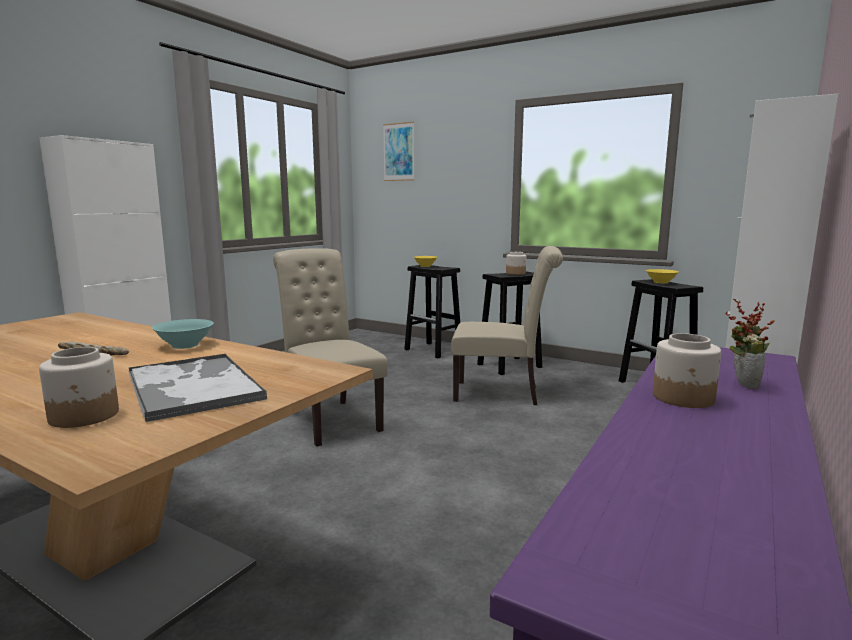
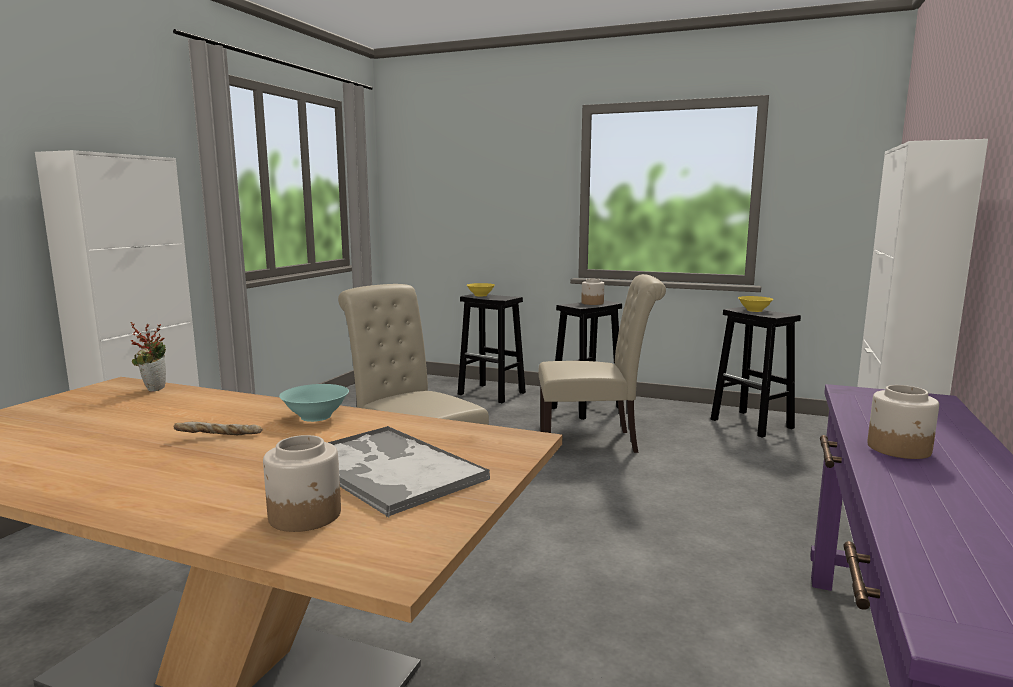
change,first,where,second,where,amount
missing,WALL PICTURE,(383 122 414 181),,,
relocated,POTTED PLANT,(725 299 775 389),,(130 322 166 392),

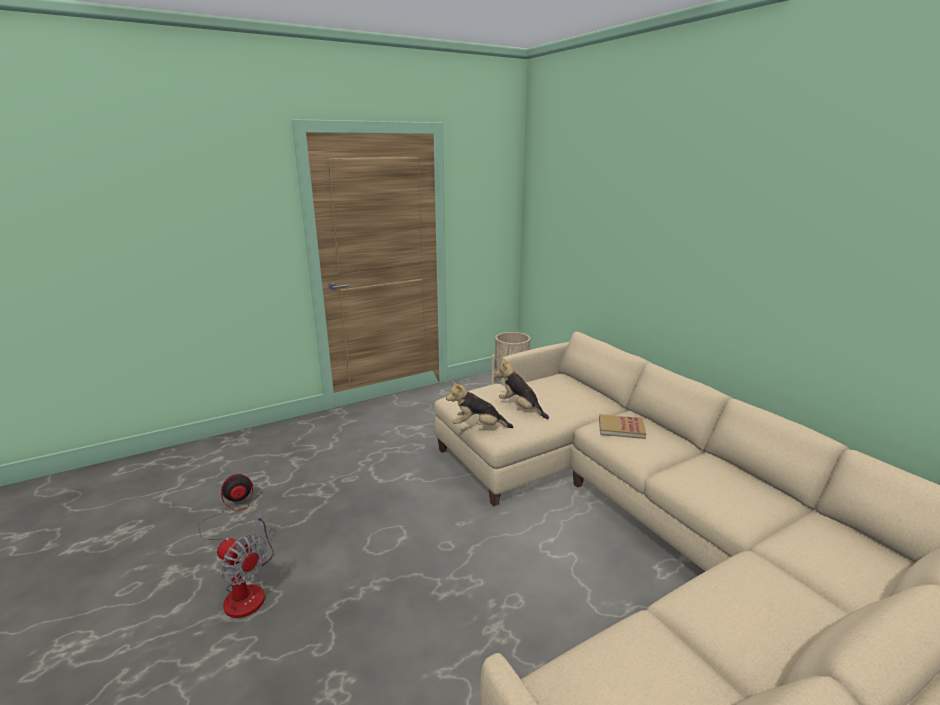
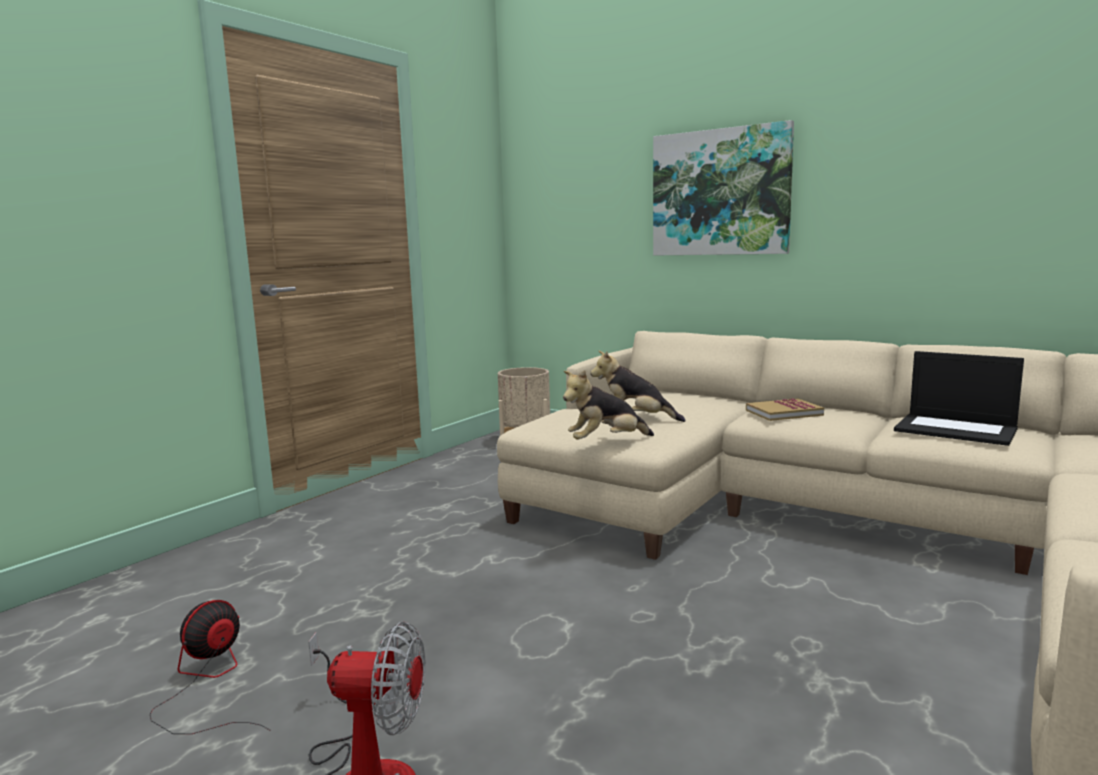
change,first,where,second,where,amount
appeared,,,WALL PICTURE,(653 120 794 256),
appeared,,,PORTABLE COMPUTER,(894 351 1024 446),

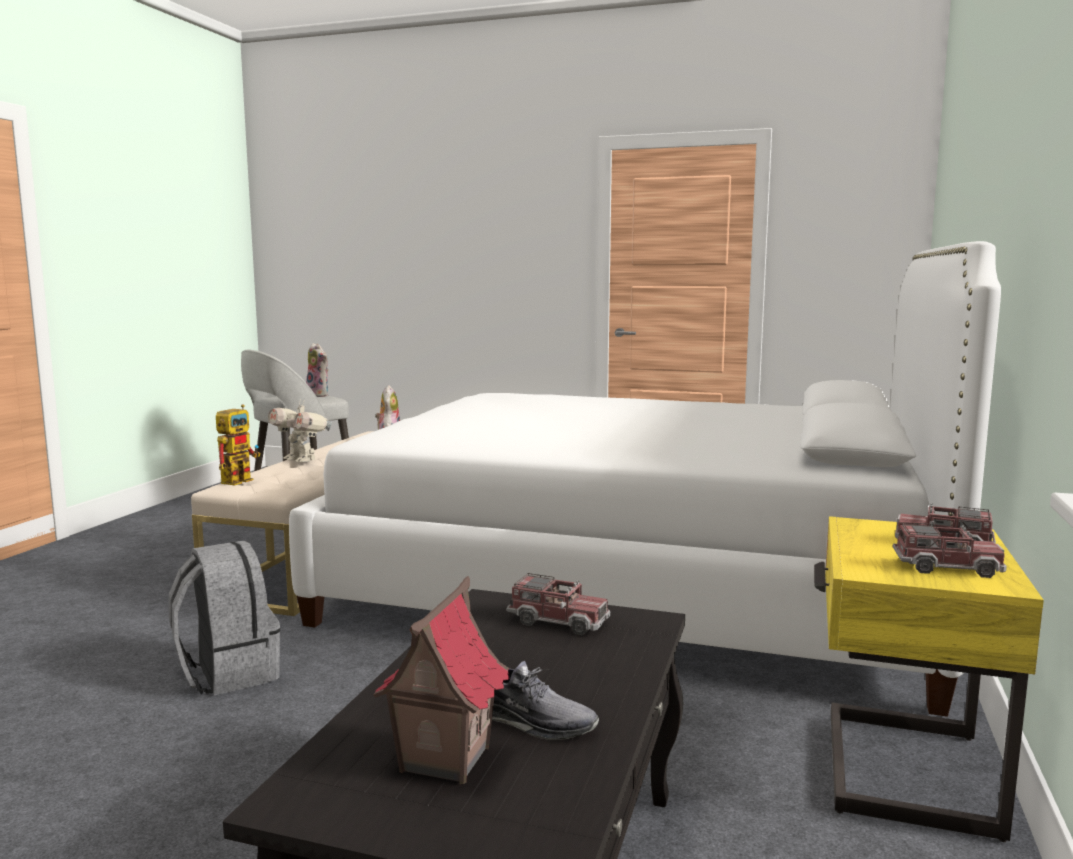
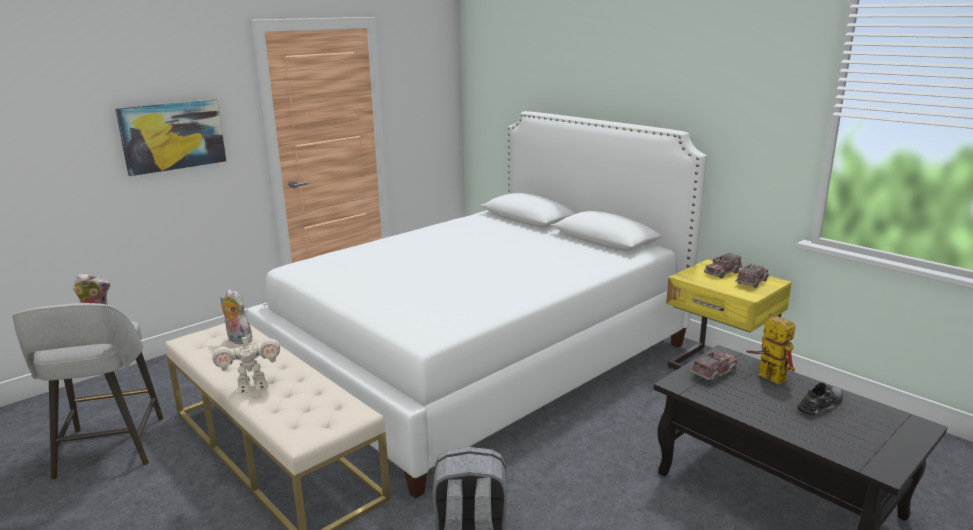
change,first,where,second,where,amount
relocated,ROBOT FIGURE,(216 404 260 486),,(746 313 795 385),
missing,TOY HOUSE,(373 576 510 784),,,
appeared,,,WALL PICTURE,(115 99 226 176),

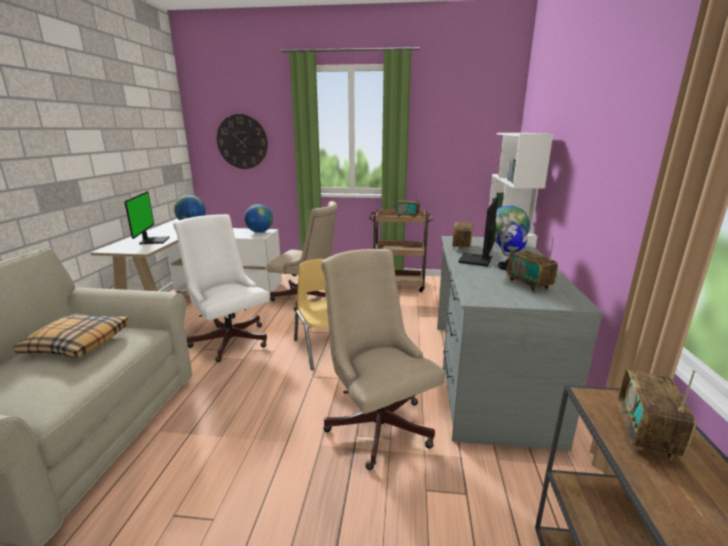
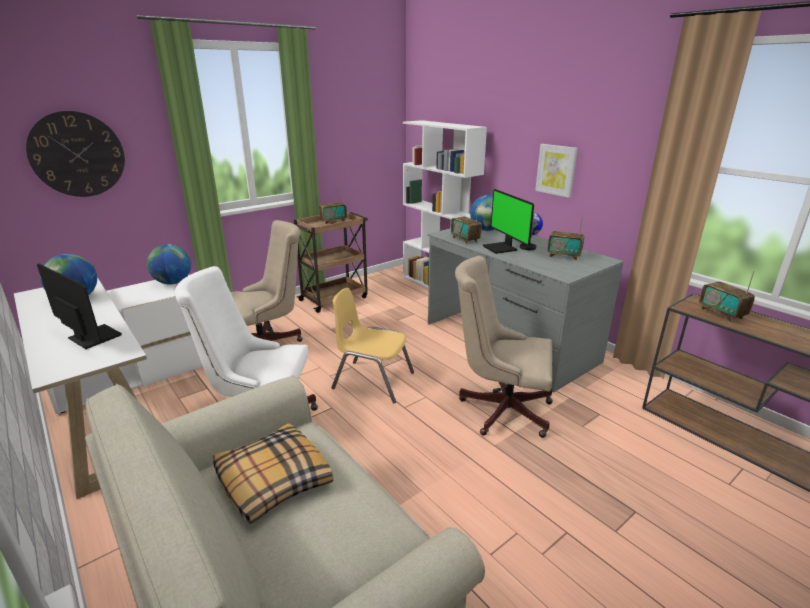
change,first,where,second,where,amount
appeared,,,WALL PICTURE,(535 144 578 198),

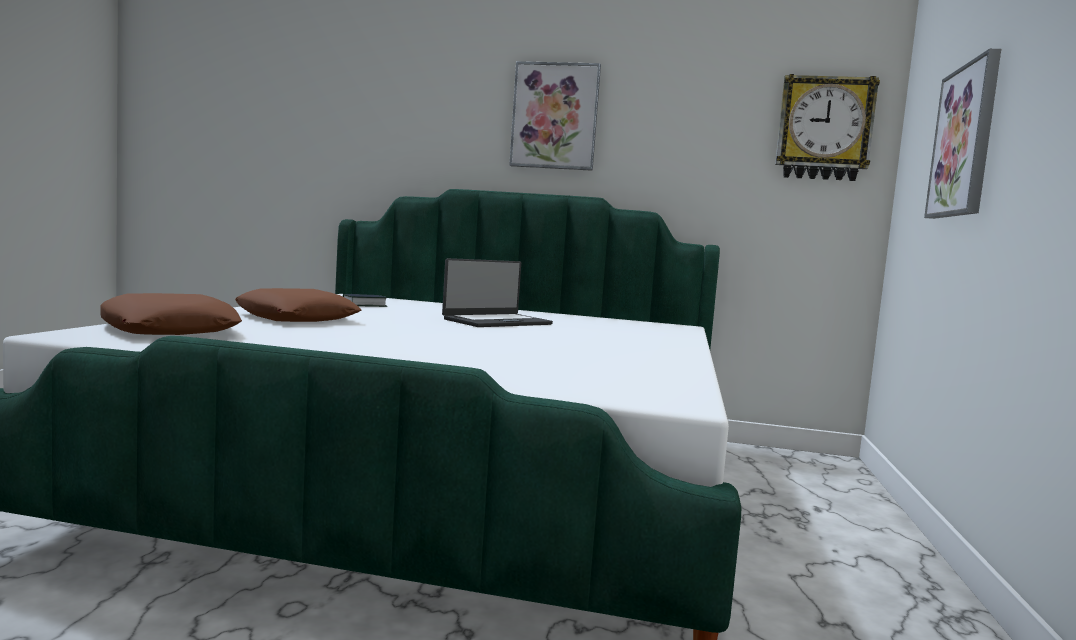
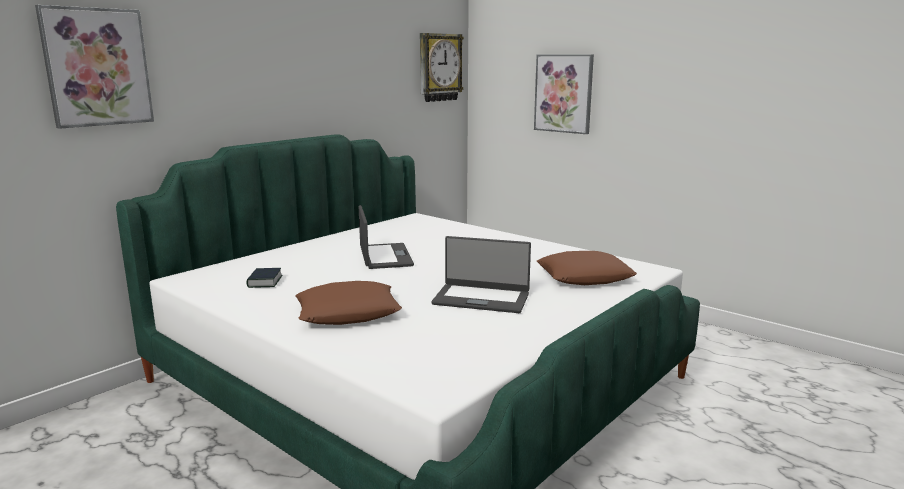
change,first,where,second,where,amount
relocated,BROWNISH THROW PILLOW,(100 293 242 335),,(537 251 637 285),
relocated,WALL PICTURE,(509 61 601 171),,(35 5 154 129),
appeared,,,PORTABLE COMPUTER,(431 236 531 313),

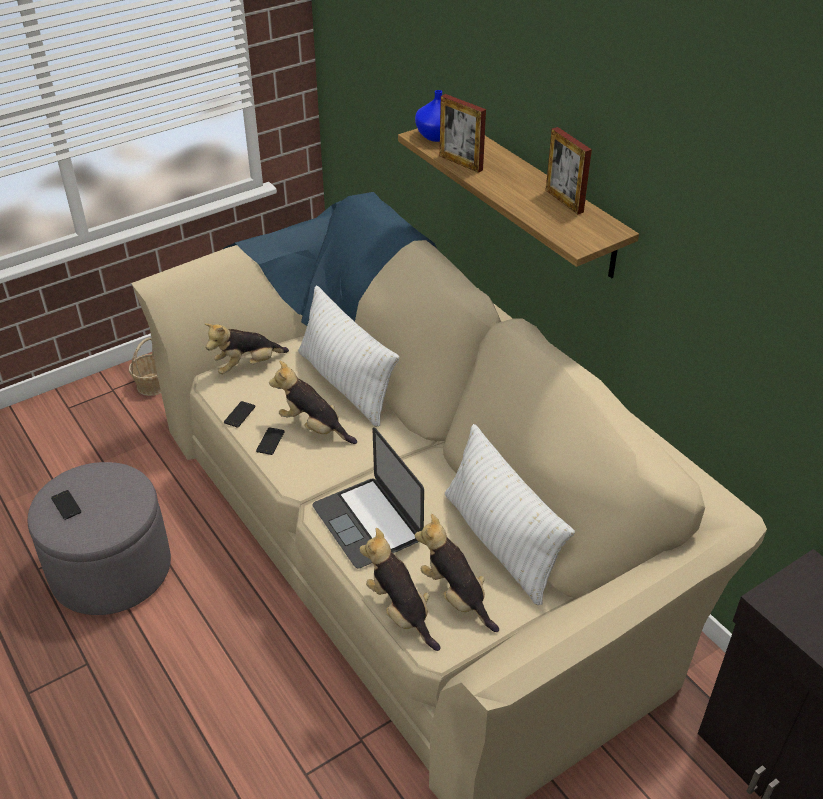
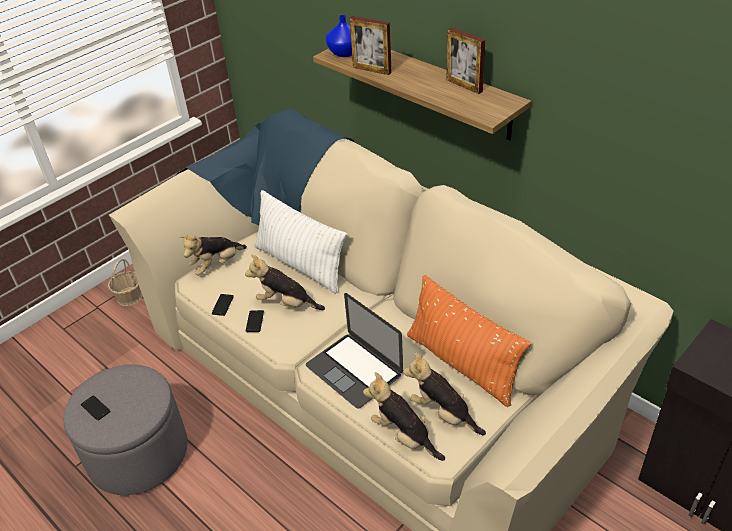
change,first,where,second,where,amount
colour,WHITE-COLOURED THROW PILLOW,(445 424 575 605),ORANGEY THROW PILLOW,(407 275 531 407),

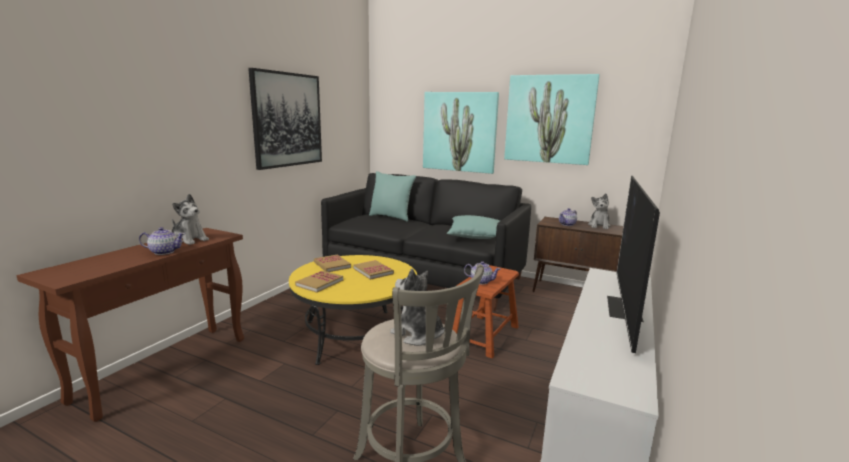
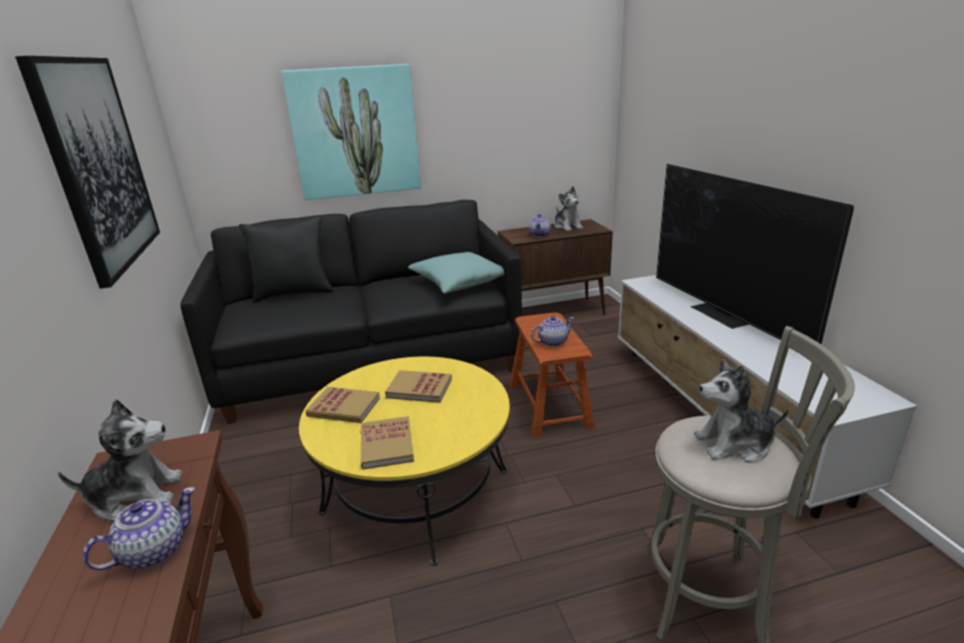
change,first,where,second,where,amount
colour,TURQUOISE-COLOURED THROW PILLOW,(369 171 416 221),BLACK THROW PILLOW,(239 216 334 303),
missing,WALL PICTURE,(504 74 600 165),,,

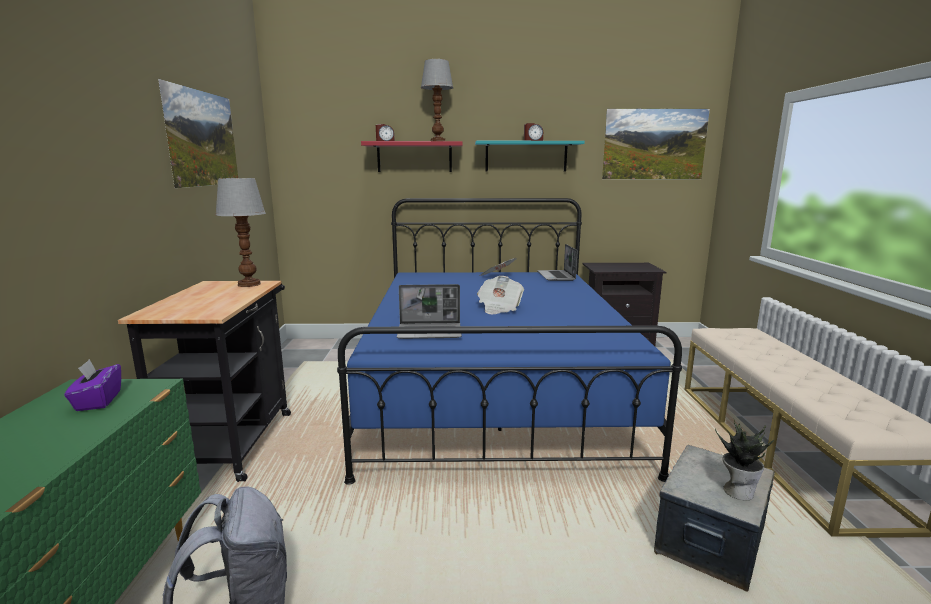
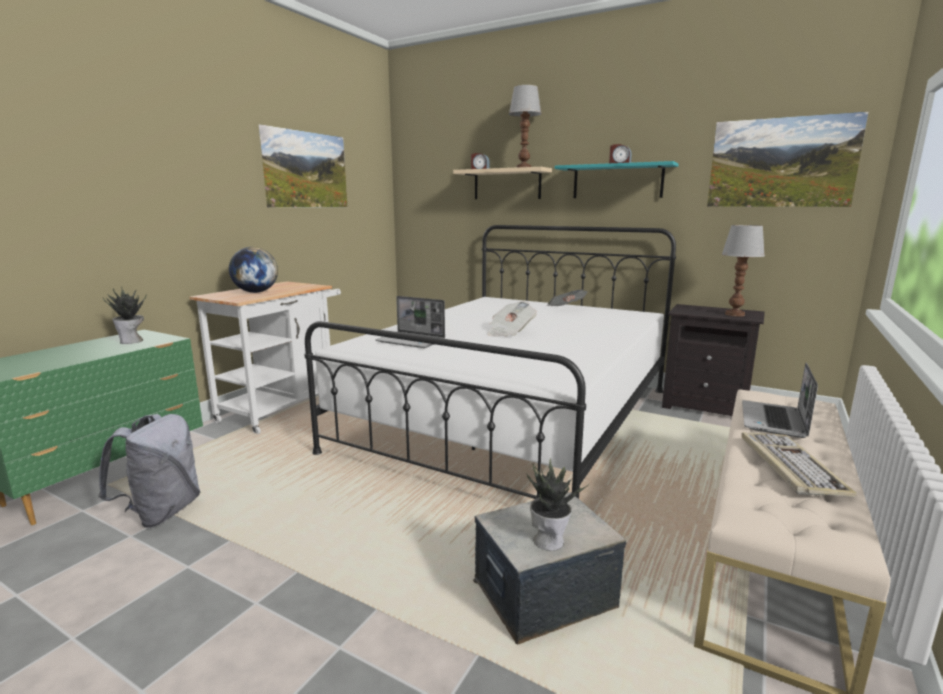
change,first,where,second,where,amount
exchanged,PURPLE-COLOURED TISSUE BOX,(64 359 121 411),POTTED PLANT,(103 286 147 344),
colour,BLACK TROLLEY,(118 281 291 482),WHITE-COLOURED TROLLEY,(190 281 341 434),
relocated,TABLE LAMP,(215 178 266 287),,(721 225 765 317),
colour,BLUE-COLOURED BED,(337 198 682 485),WHITE-COLOURED BED,(305 225 676 499),
colour,RED WALL SHELF,(361 141 463 172),BEIGE-COLOURED WALL SHELF,(453 167 552 199),
relocated,PORTABLE COMPUTER,(537 244 577 281),,(742 362 818 438),
appeared,,,WORLD GLOBE,(229 247 278 293),
appeared,,,KEYBOARD,(741 432 857 497),

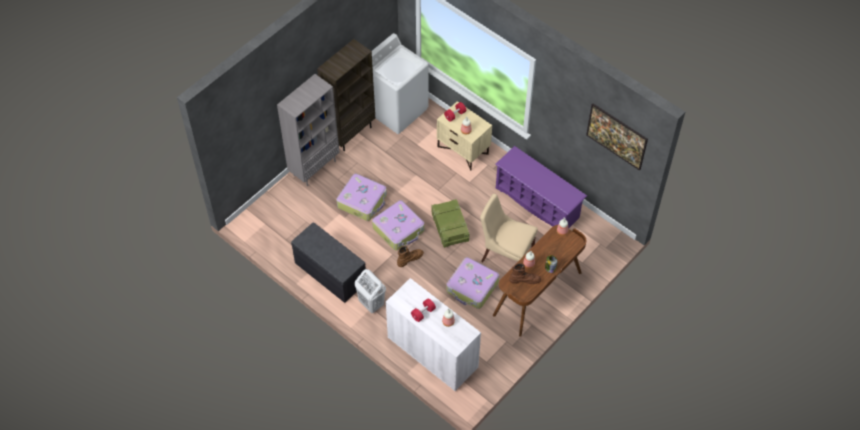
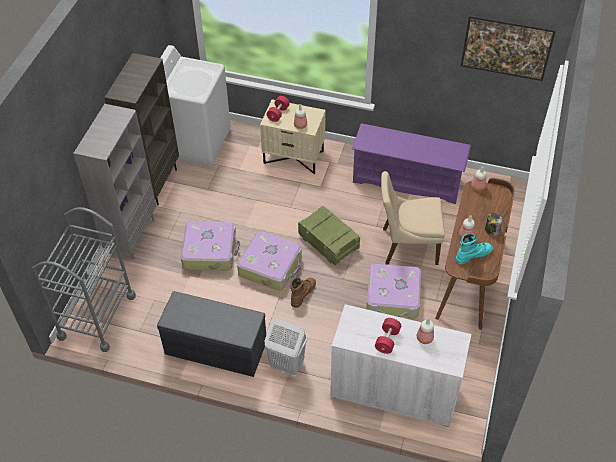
change,first,where,second,where,amount
colour,BROWNISH TALL BOOT,(509 263 541 284),TURQUOISE-COLOURED TALL BOOT,(456 233 493 264),
appeared,,,GREY TROLLEY,(32 207 136 352),

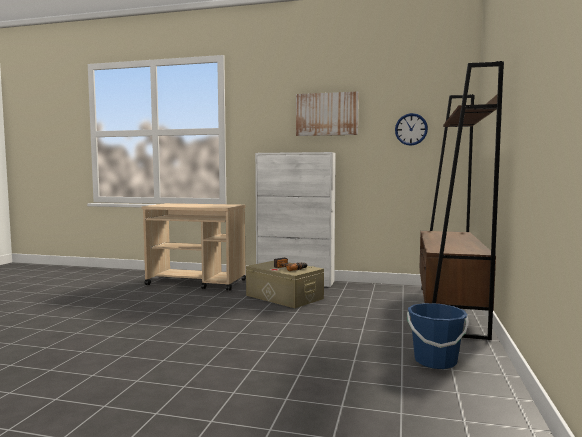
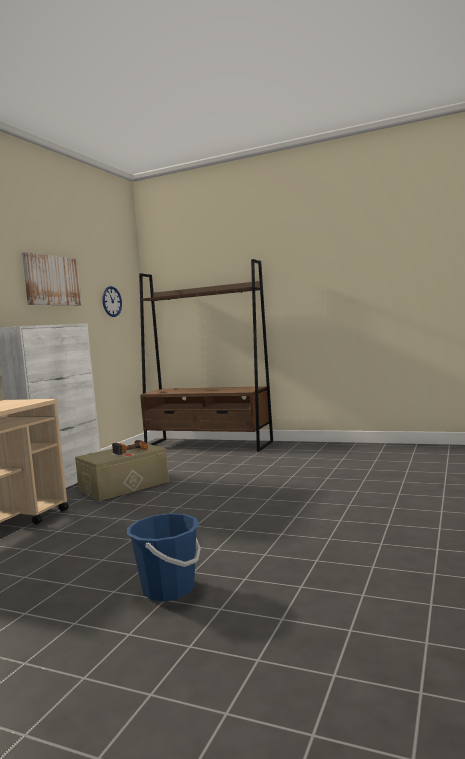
change,first,where,second,where,amount
relocated,BLUE-COLOURED BUCKET,(407 303 469 369),,(127 513 201 602),

